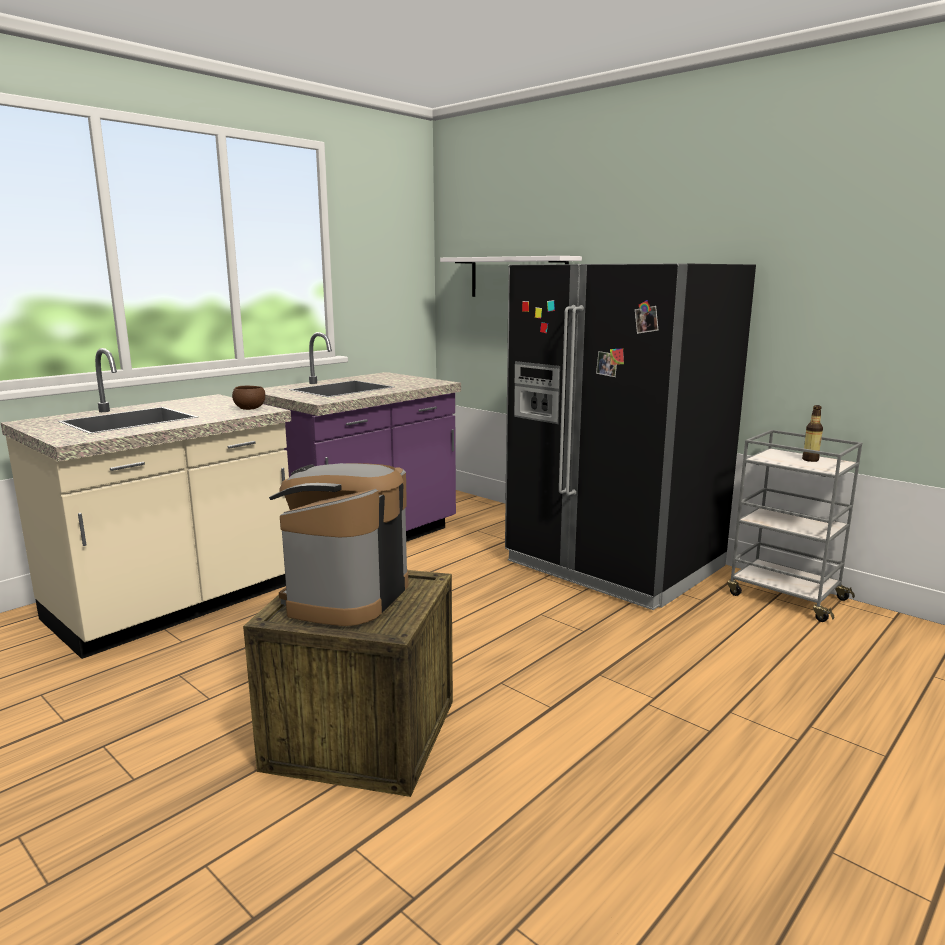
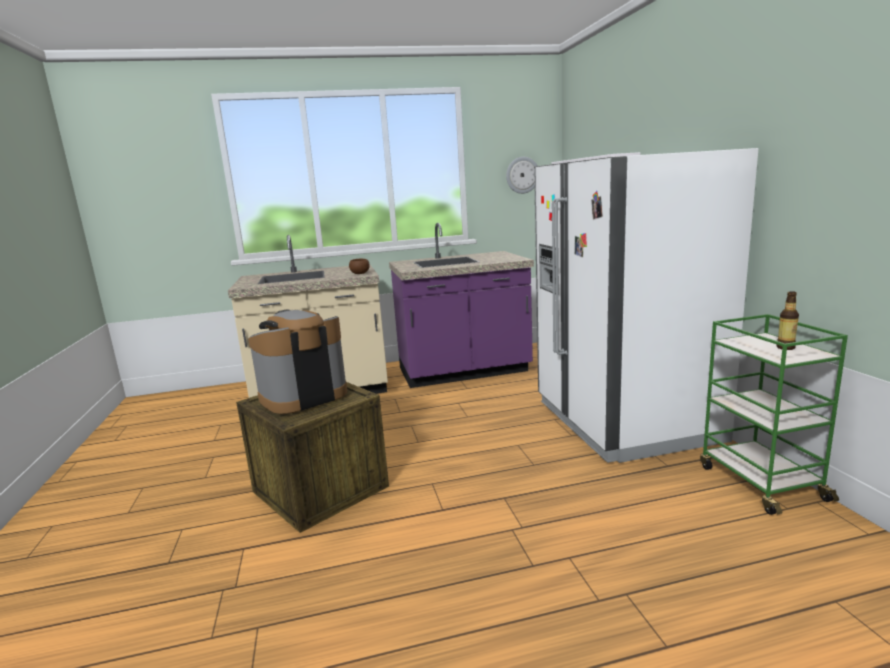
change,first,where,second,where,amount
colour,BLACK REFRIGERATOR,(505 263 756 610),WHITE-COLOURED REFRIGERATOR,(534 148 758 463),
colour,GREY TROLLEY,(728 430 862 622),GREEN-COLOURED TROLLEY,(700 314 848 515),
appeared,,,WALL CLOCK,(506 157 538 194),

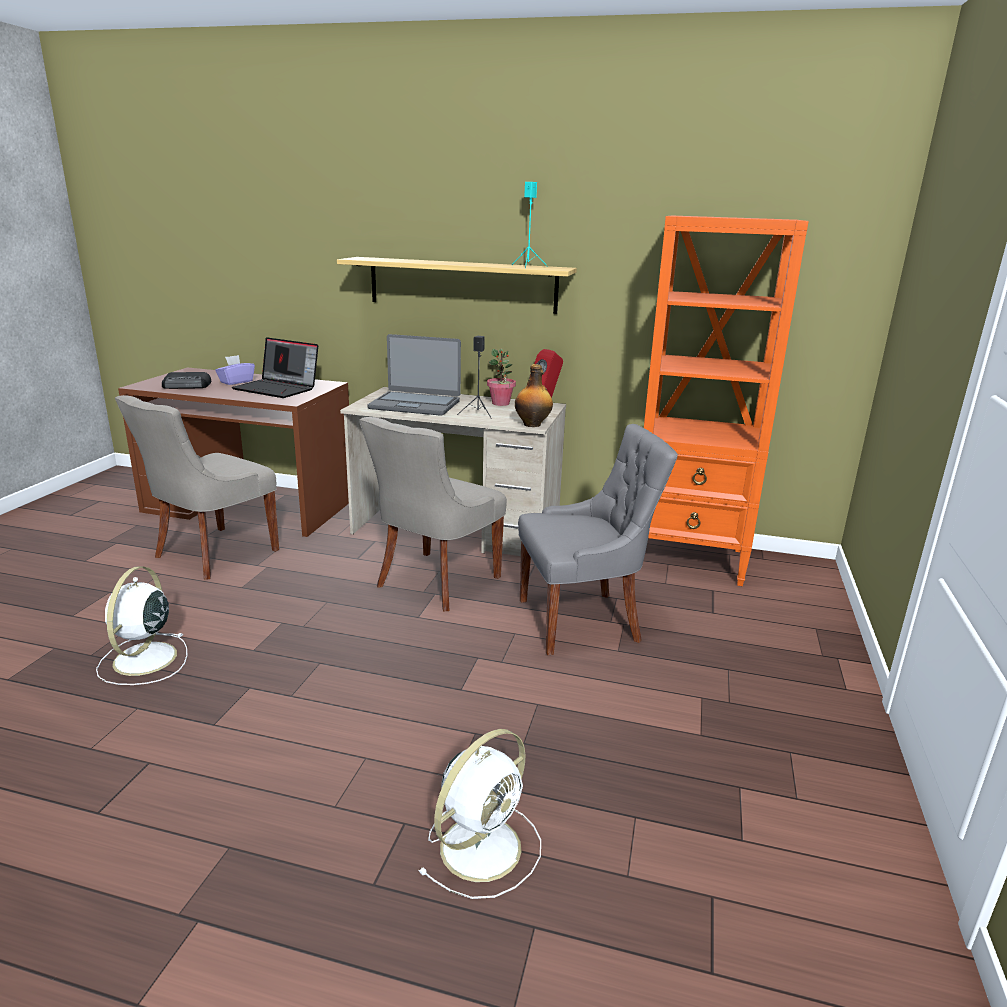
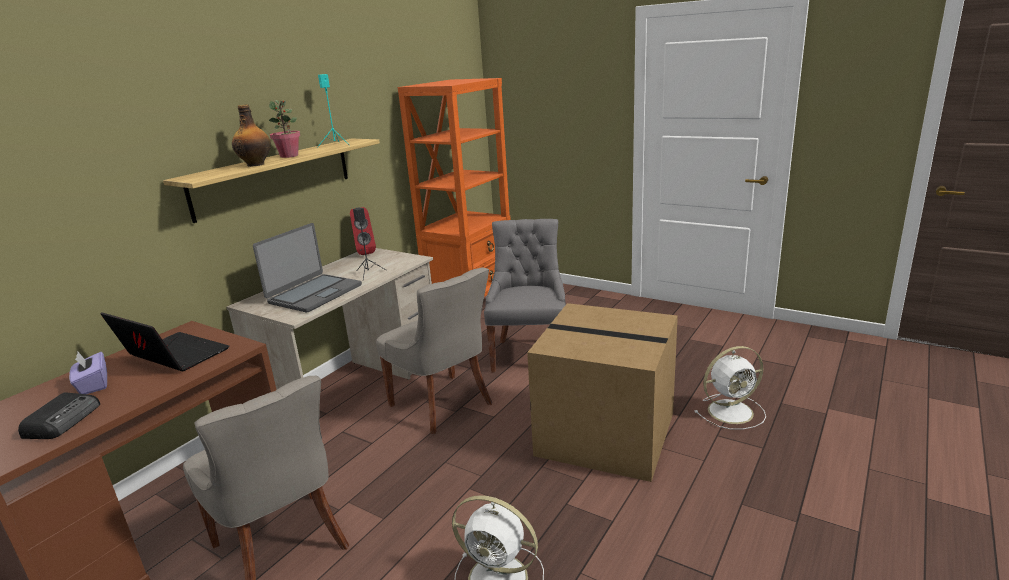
change,first,where,second,where,amount
spun,PORTABLE COMPUTER,(232 337 318 398),,(101 312 229 371),105 degrees counterclockwise
spun,WHITE-COLOURED ELECTRIC FAN,(418 729 541 899),,(695 346 766 429),105 degrees clockwise
relocated,POTTED PLANT,(487 348 516 406),,(269 100 301 158),
relocated,DRINK BOTTLE,(515 364 553 427),,(232 104 271 167),
appeared,,,CARDBOARD BOX,(527 303 678 482),

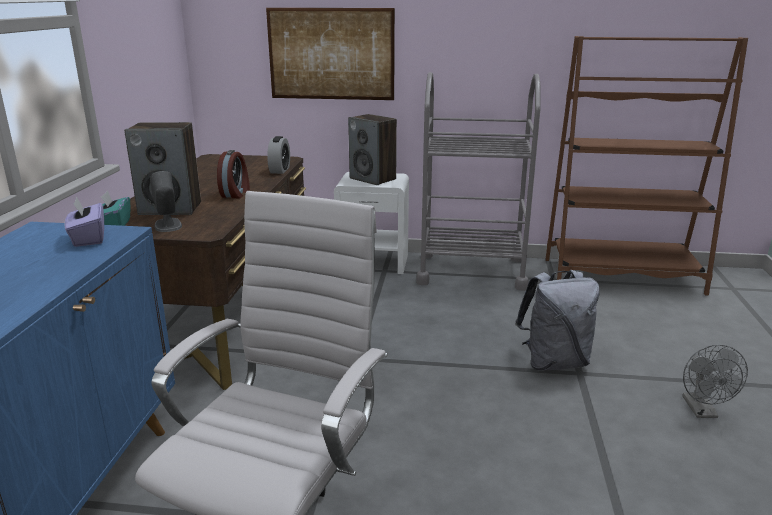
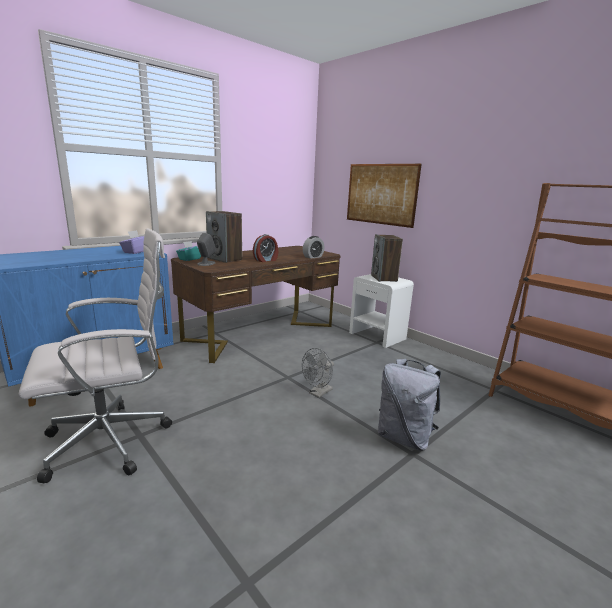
change,first,where,second,where,amount
missing,GREY TROLLEY,(416 72 541 291),,,
relocated,GREY ELECTRIC FAN,(682 345 748 418),,(302 348 334 398),

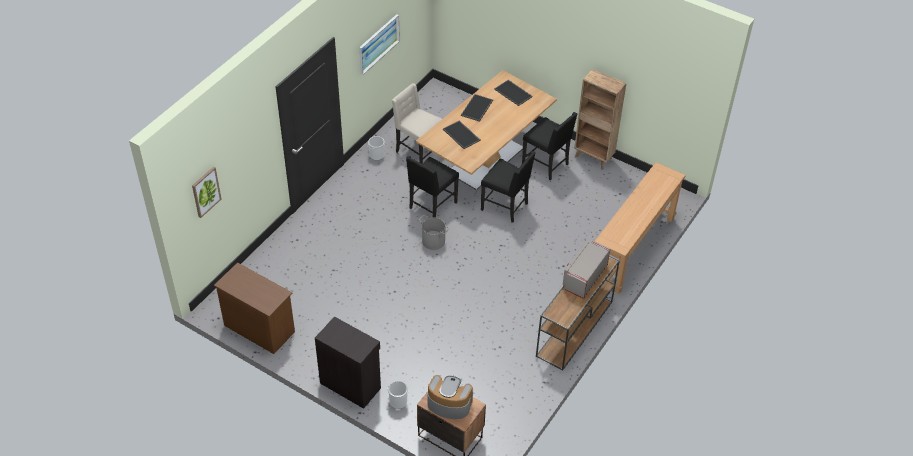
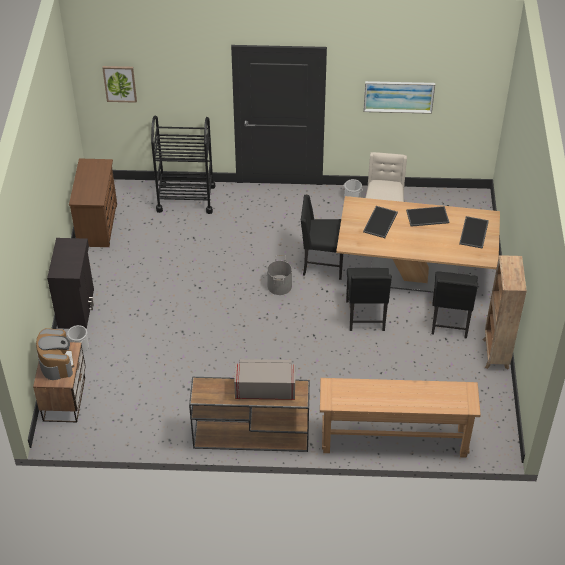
change,first,where,second,where,amount
appeared,,,BLACK TROLLEY,(151 116 215 214),

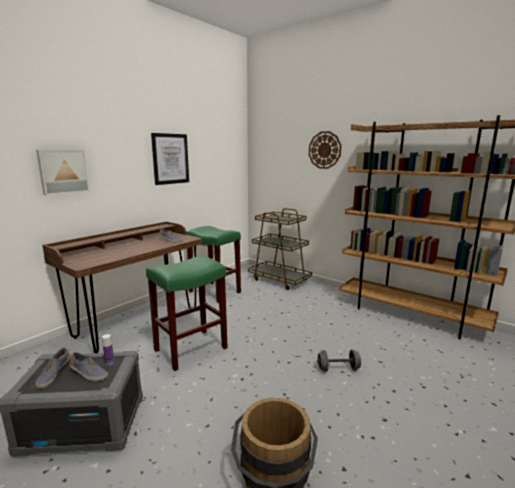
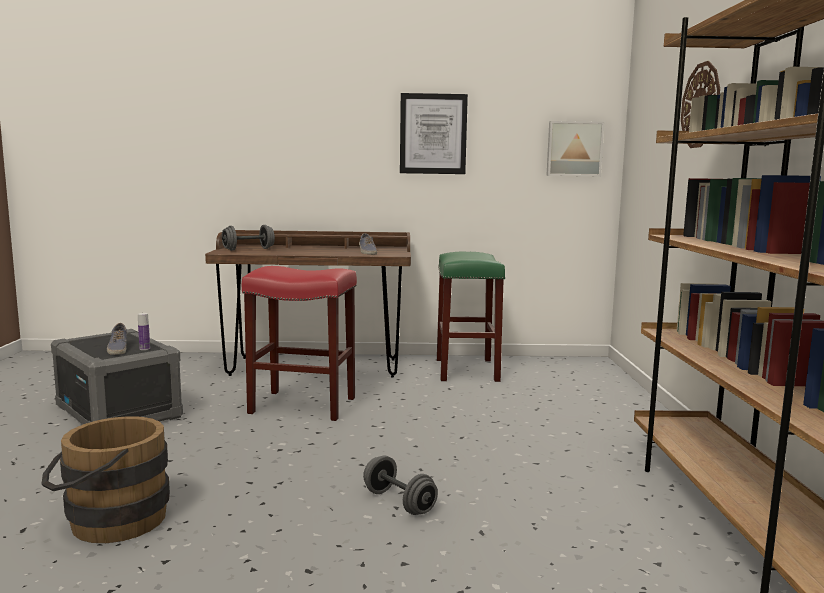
change,first,where,second,where,amount
missing,LOW SHOE,(35 347 71 388),,,
relocated,WALL PICTURE,(36 150 90 196),,(546 121 604 176),
colour,GREEN-COLOURED SITTING STOOL,(146 256 228 371),RED SITTING STOOL,(242 266 357 421),
missing,BROWNISH TROLLEY,(248 208 312 290),,,
appeared,,,GREY FREE WEIGHT,(222 225 275 251),

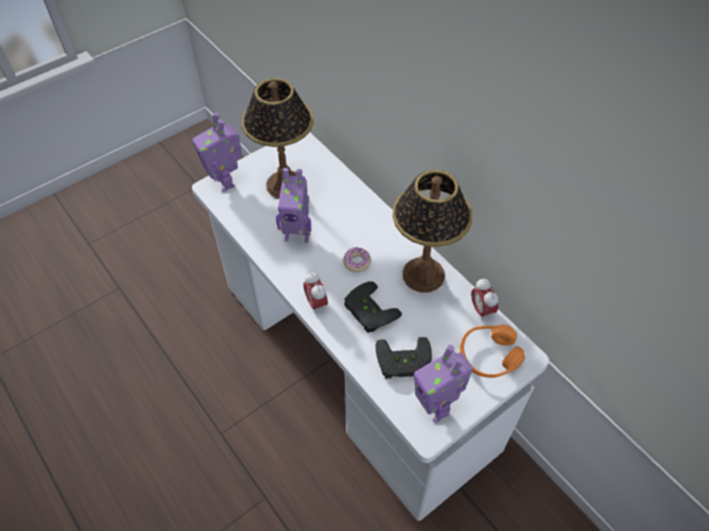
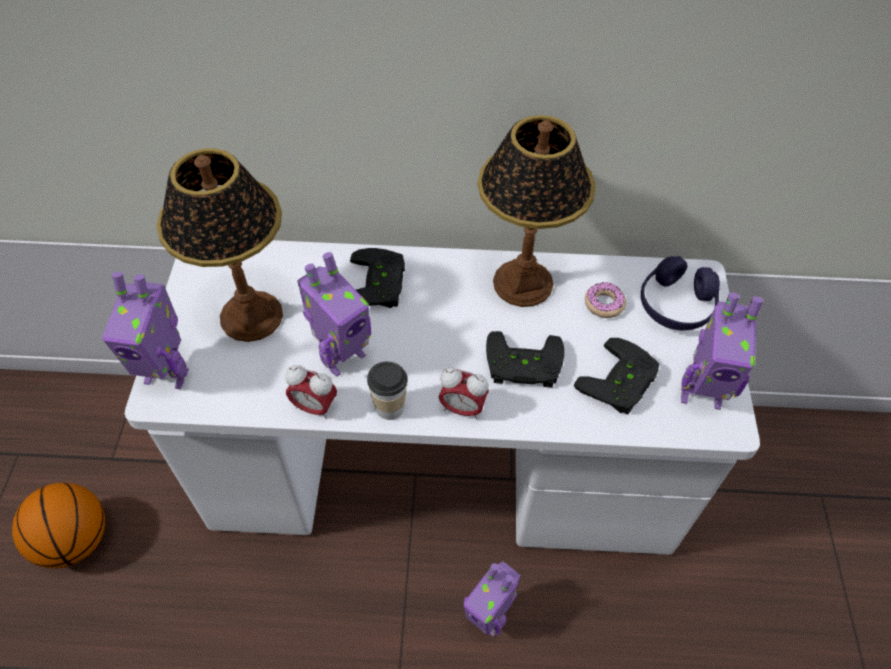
change,first,where,second,where,amount
relocated,DONUT,(343 247 371 272),,(585 282 626 318),
colour,ORANGEY HEADPHONES,(459 325 525 378),PURPLE-COLOURED HEADPHONES,(641 256 720 331),
relocated,TABLE CLOCK,(471 279 499 321),,(285 365 337 419),
appeared,,,BALL FOR BASKETBALL,(12 482 105 568),
appeared,,,BLACK GAME CONTROLLER,(350 248 405 308),
appeared,,,DRINKING CUP,(367 362 407 420),
appeared,,,ROBOT FIGURE,(464 561 521 636),

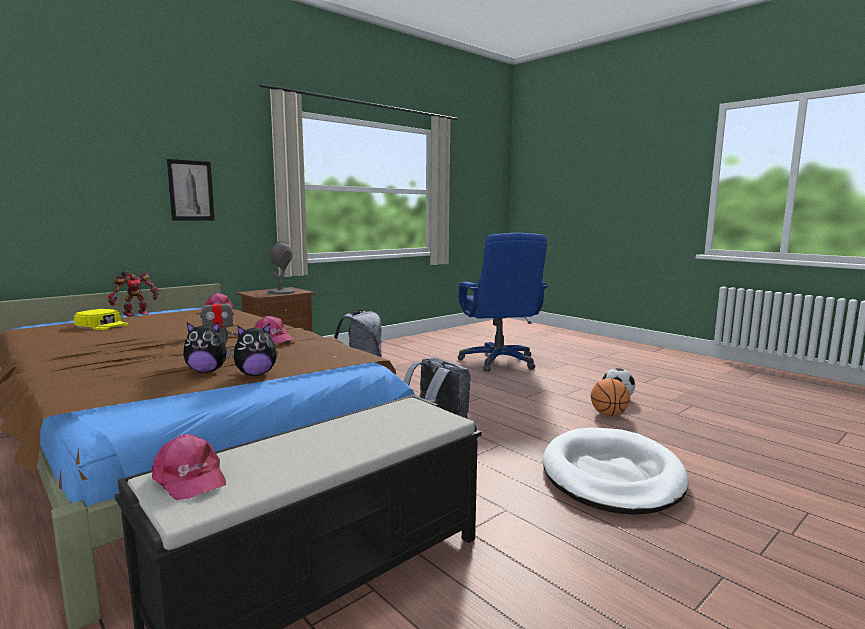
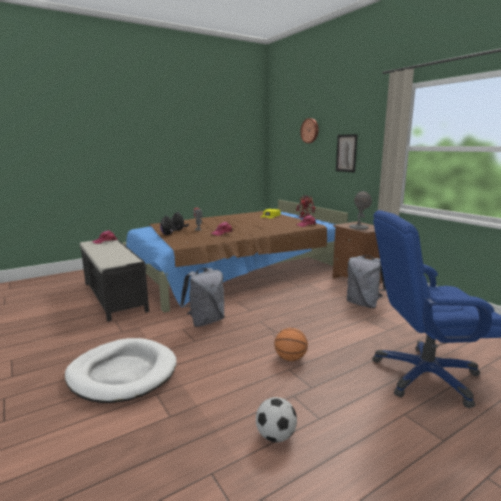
change,first,where,second,where,amount
relocated,BALL FOR BASKETBALL,(591 378 630 416),,(274 328 308 361),
appeared,,,WALL CLOCK,(300 118 318 143),

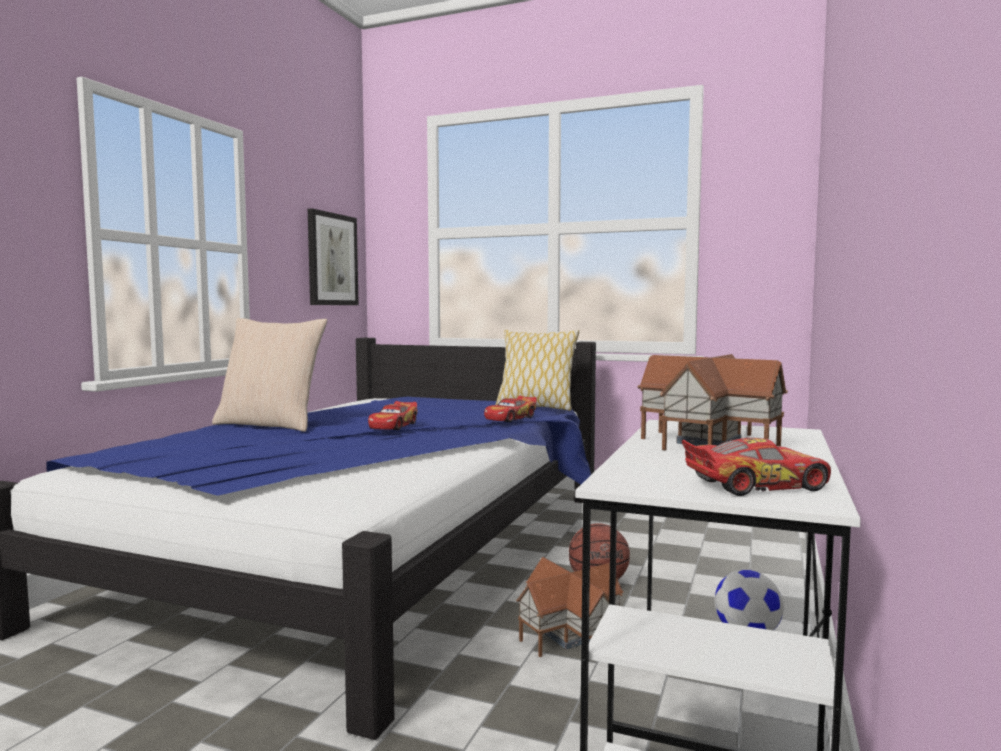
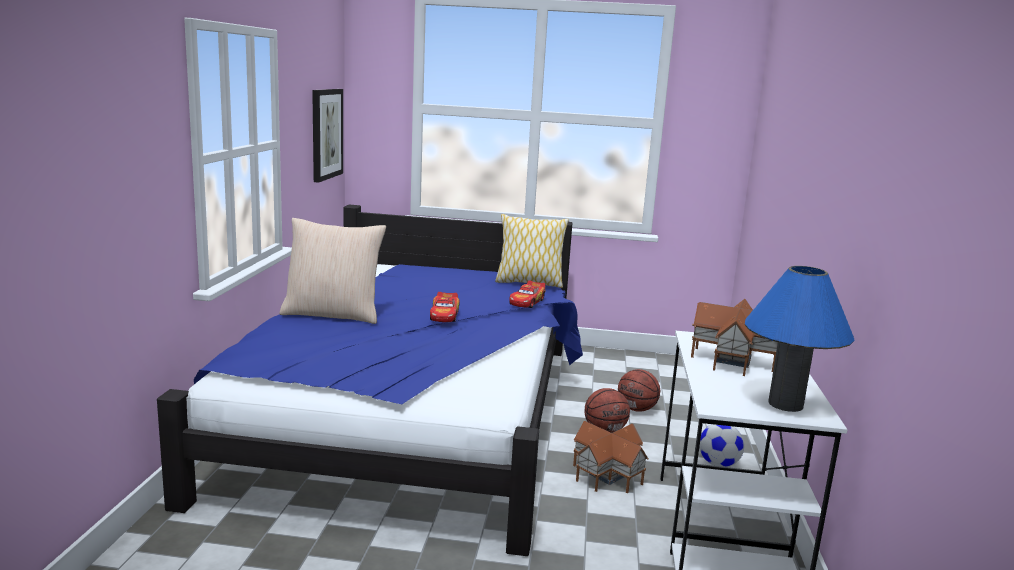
change,first,where,second,where,amount
exchanged,MINIATURE CAR,(682 438 831 496),BLUE-COLOURED TABLE LAMP,(745 266 854 412),
appeared,,,BALL FOR BASKETBALL,(618 369 660 412),

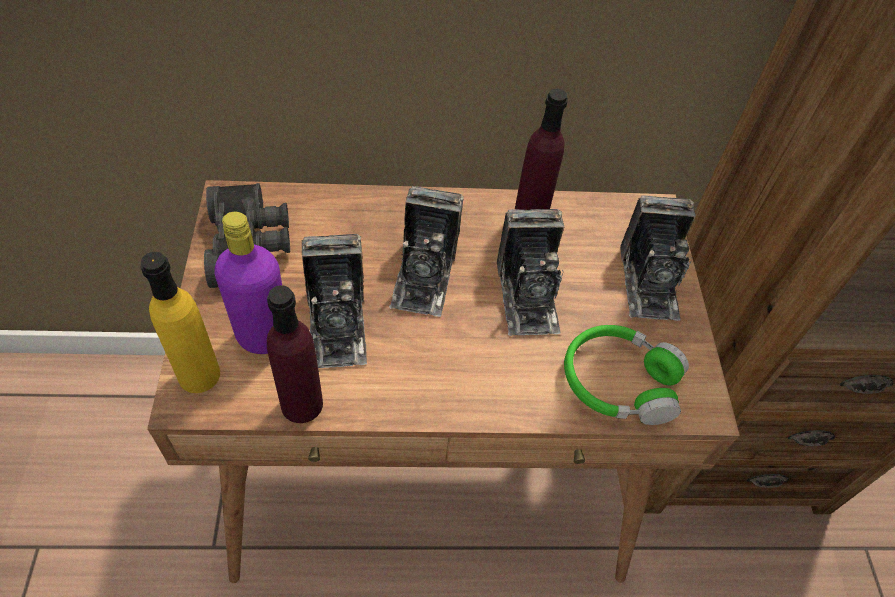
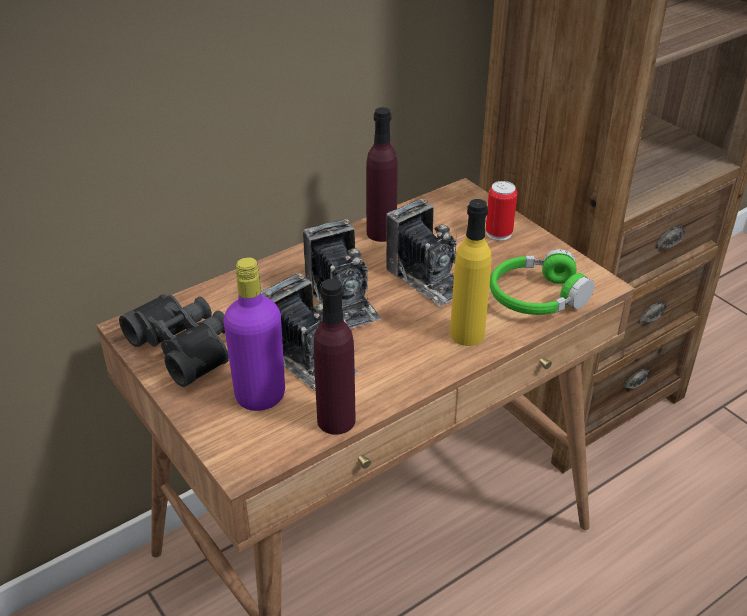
change,first,where,second,where,amount
relocated,YELLOW DRINK BOTTLE,(140 252 220 393),,(450 199 492 346),
exchanged,STILL CAMERA,(620 195 696 321),CAN,(486 181 517 241),

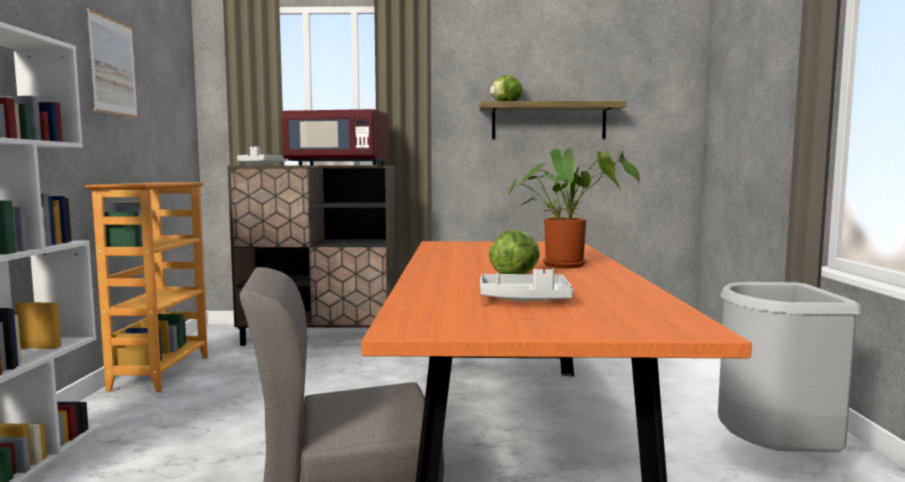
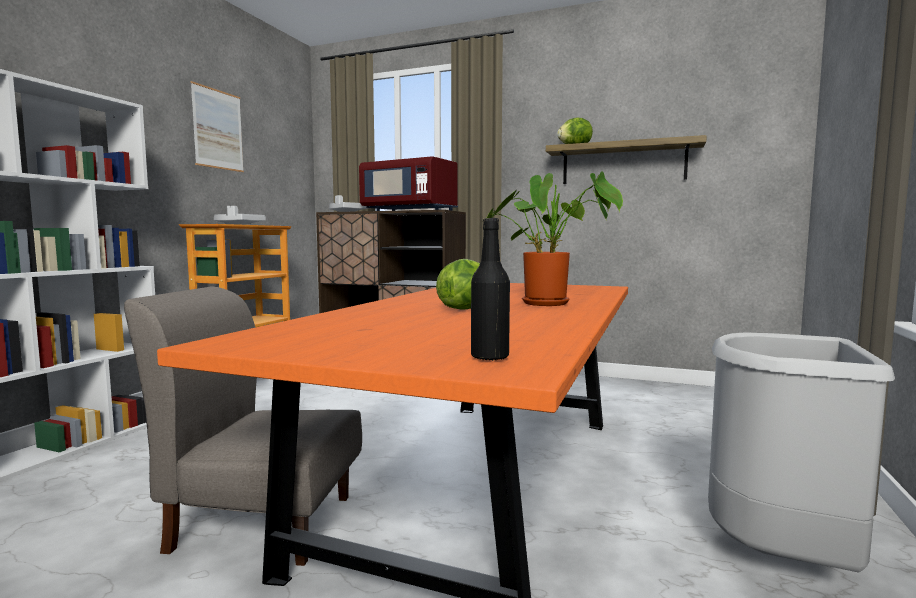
change,first,where,second,where,amount
relocated,GREY CARRYING TRAY,(480 269 573 301),,(214 206 266 225),
appeared,,,BLACK DRINK BOTTLE,(471 218 510 361),

